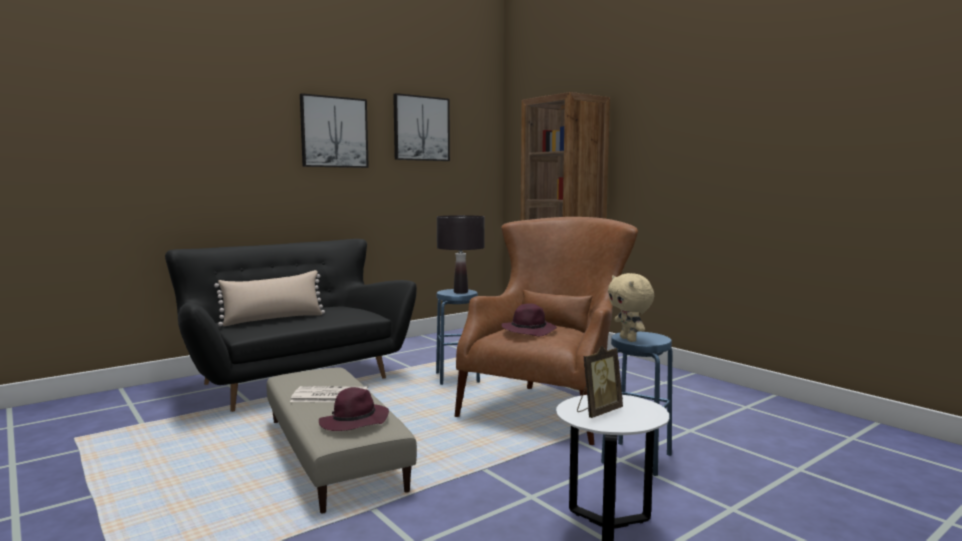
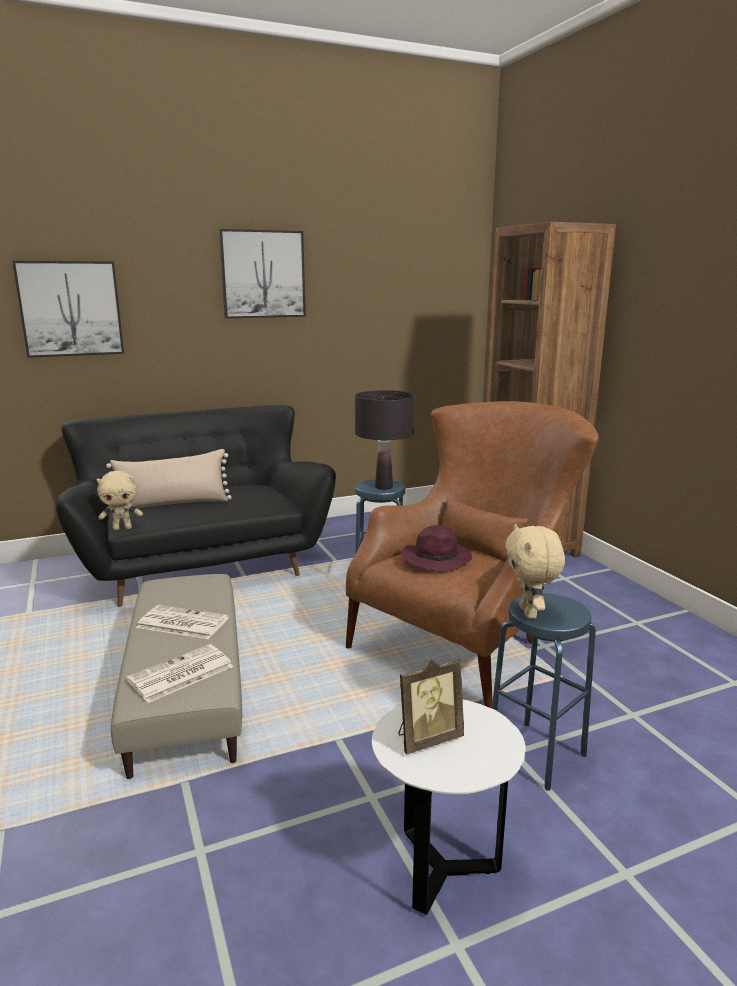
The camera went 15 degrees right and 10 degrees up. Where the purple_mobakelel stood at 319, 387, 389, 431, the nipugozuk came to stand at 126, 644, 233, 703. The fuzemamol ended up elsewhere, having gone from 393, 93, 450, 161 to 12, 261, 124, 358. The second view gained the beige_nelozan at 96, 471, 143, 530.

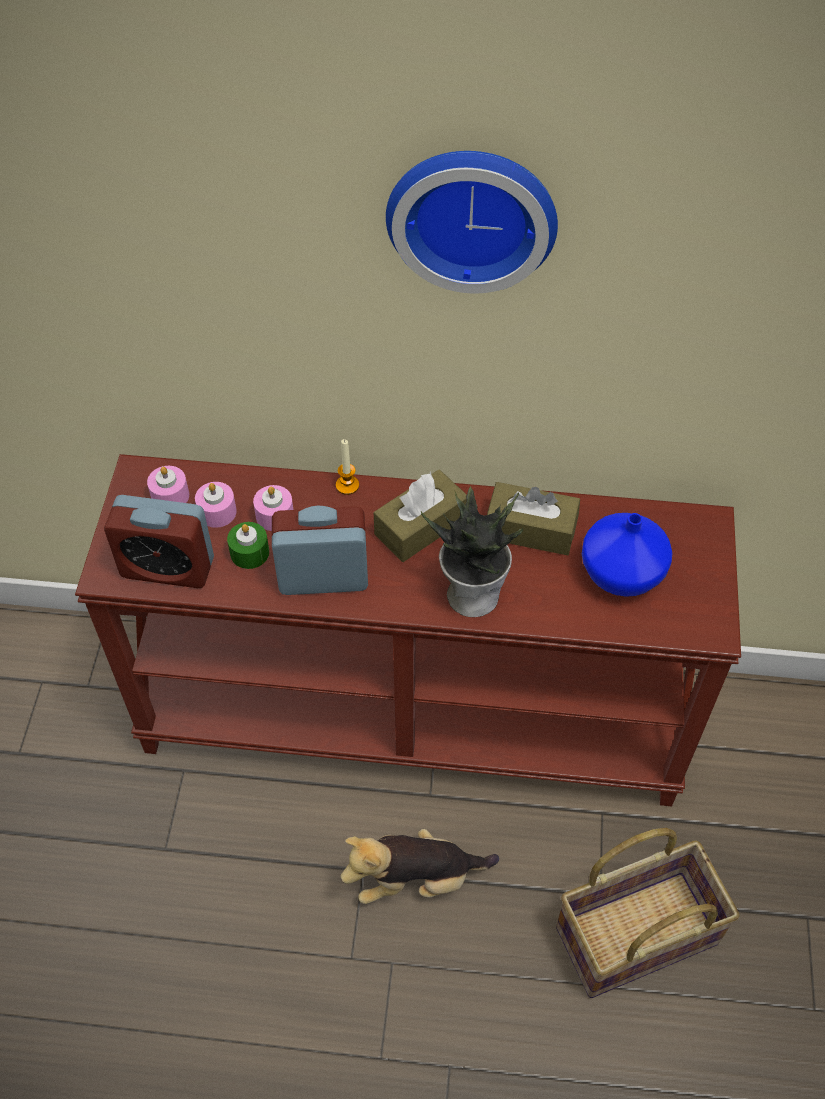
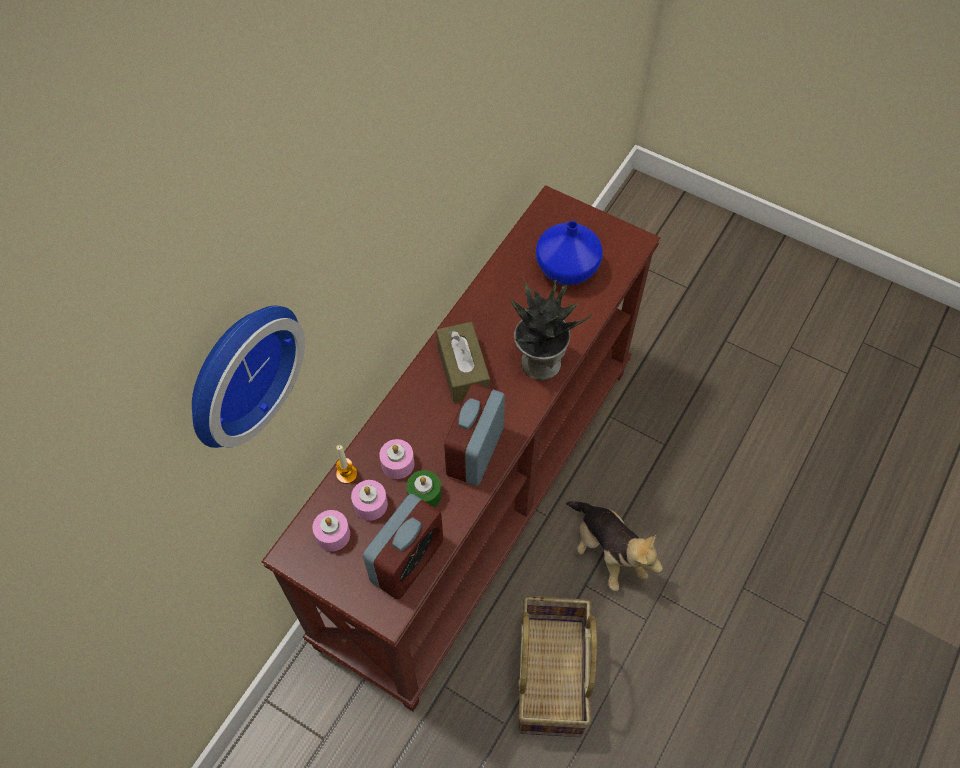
The camera went 65 degrees left and 5 degrees up. The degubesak ended up elsewhere, having gone from 336, 439, 359, 495 to 336, 445, 357, 484. The nelozan at 341, 829, 499, 904 ended up facing another way, 45 degrees counterclockwise from before. The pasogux ended up elsewhere, having gone from 386, 151, 558, 293 to 192, 306, 305, 448. The second view lost the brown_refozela at 487, 482, 580, 555. The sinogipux ended up elsewhere, having gone from 556, 828, 740, 998 to 519, 596, 597, 737.

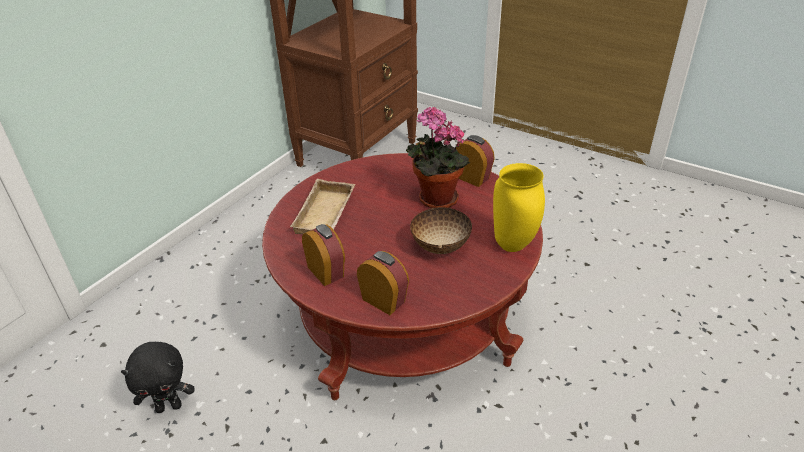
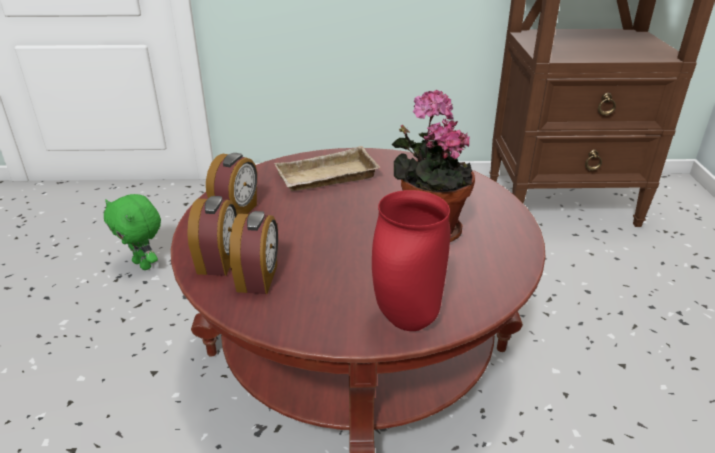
The camera went 55 degrees right and 5 degrees down. What was the black_nelozan at 121, 342, 194, 413 turned into the green_nelozan at 104, 194, 161, 270. The second view lost the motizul at 410, 207, 472, 254. The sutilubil ended up elsewhere, having gone from 456, 135, 495, 187 to 229, 211, 278, 294. What was the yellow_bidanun at 493, 163, 545, 252 turned into the red_bidanun at 372, 190, 451, 331.

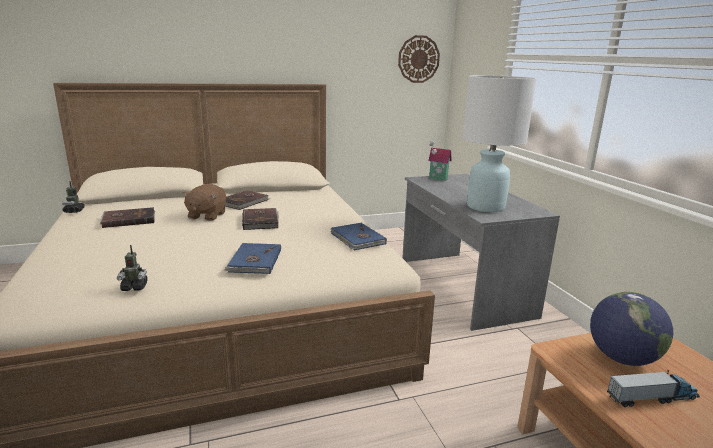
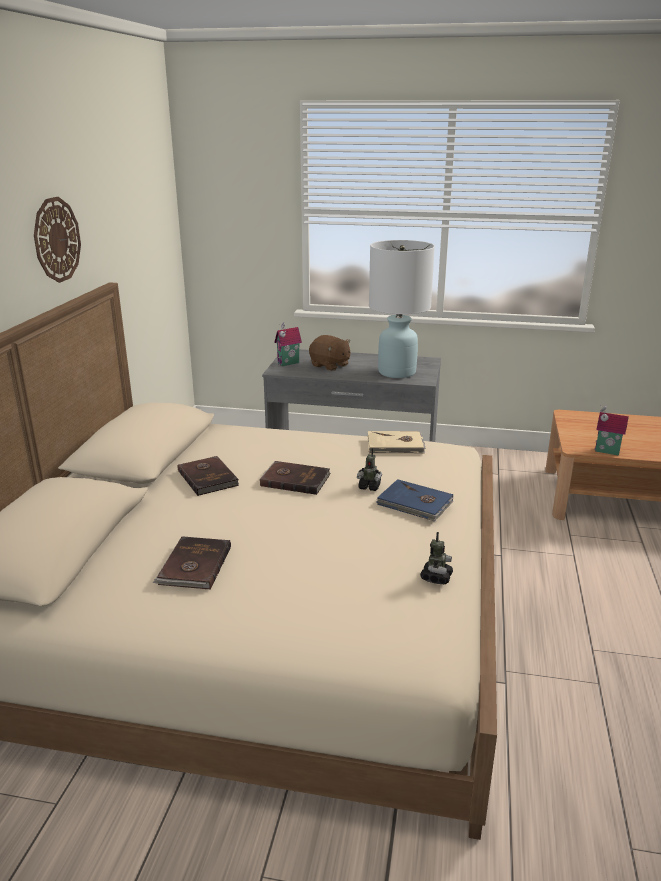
The camera went 60 degrees left and 5 degrees up. The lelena ended up elsewhere, having gone from 62, 181, 85, 213 to 357, 448, 382, 491. The brown_nelozan ended up elsewhere, having gone from 182, 184, 226, 221 to 309, 335, 350, 371. What was the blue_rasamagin at 330, 223, 387, 250 turned into the beige_rasamagin at 368, 431, 426, 454. The pasogux ended up elsewhere, having gone from 398, 35, 440, 83 to 34, 197, 81, 283. The second view lost the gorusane at 590, 292, 673, 366. The second view lost the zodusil at 607, 370, 700, 407. The second view gained the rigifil at 594, 405, 629, 456.

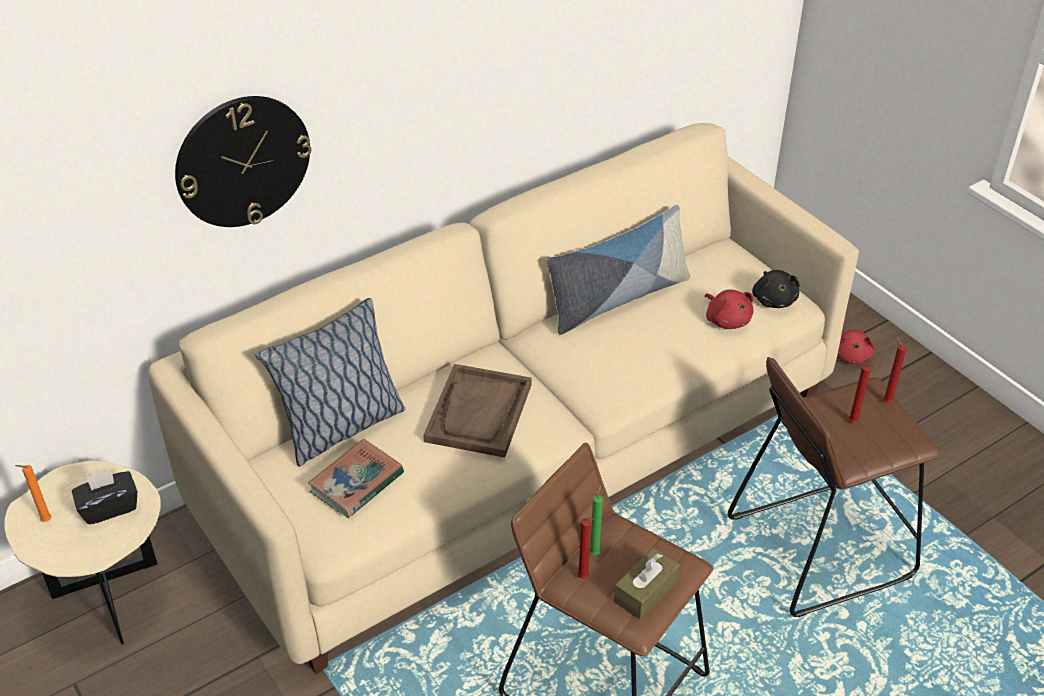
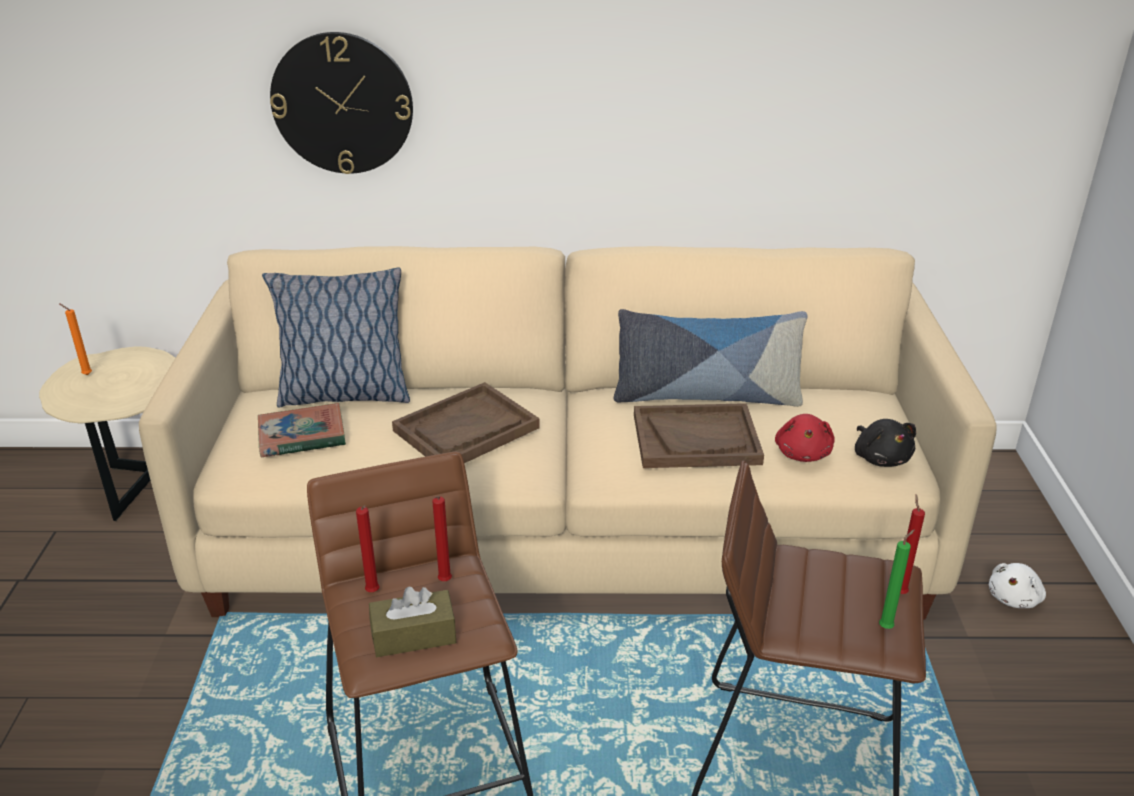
The camera went 35 degrees right and 10 degrees down. The second view lost the black_refozela at 72, 469, 137, 525. The green_degubesak ended up elsewhere, having gone from 590, 485, 603, 555 to 879, 529, 915, 629. The black_nelozan at 752, 270, 800, 308 ended up facing another way, 45 degrees counterclockwise from before. What was the red_nelozan at 837, 329, 874, 364 turned into the white_nelozan at 989, 563, 1046, 608. The red_degubesak ended up elsewhere, having gone from 848, 364, 874, 423 to 432, 496, 452, 581. The second view gained the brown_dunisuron at 634, 403, 764, 468.

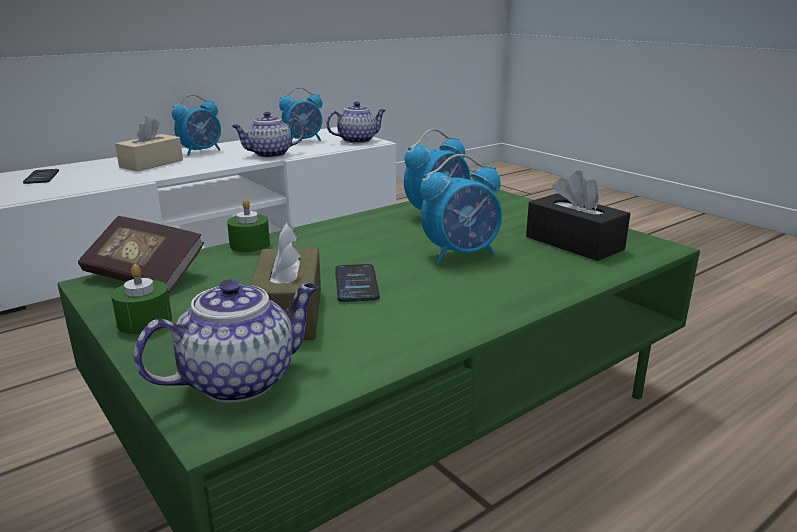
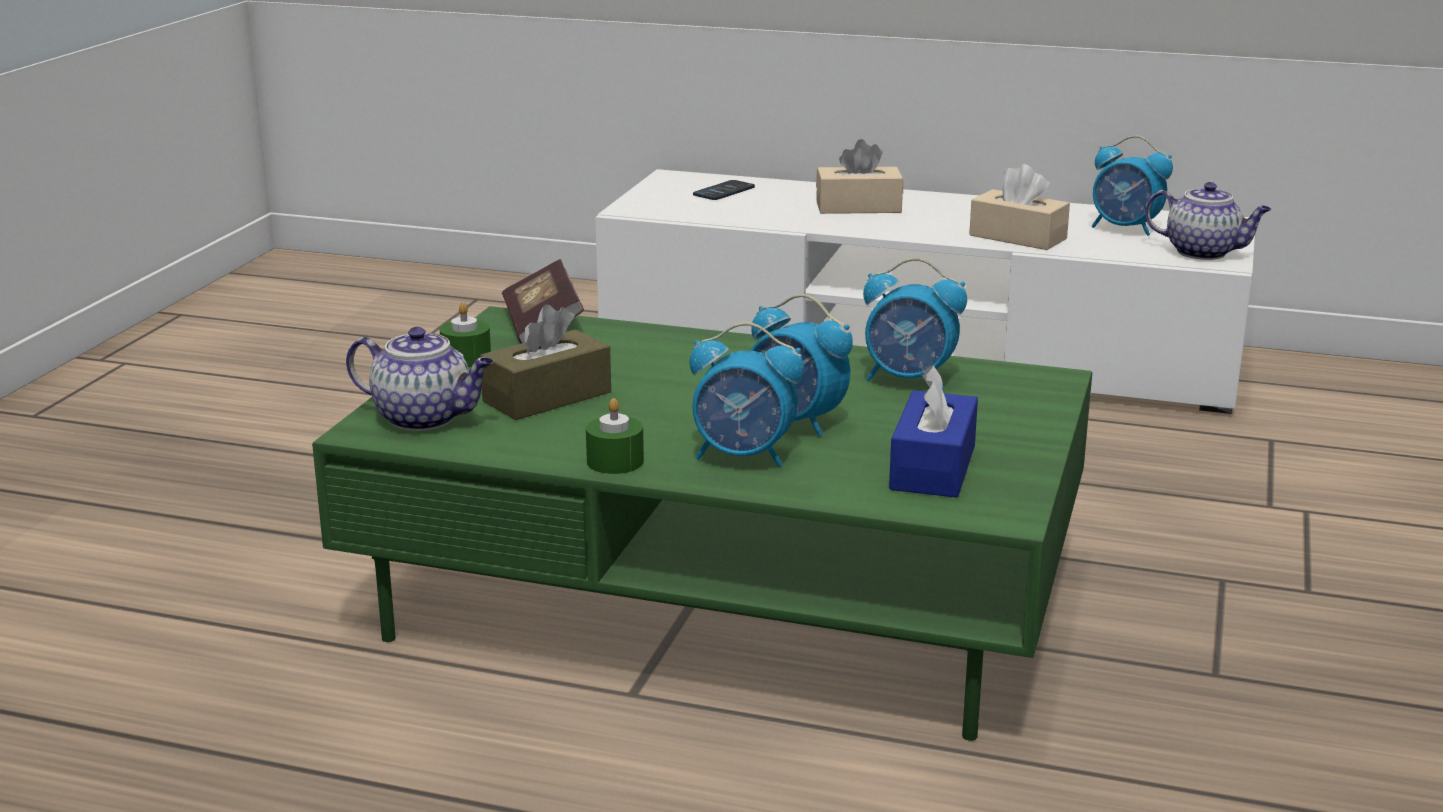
The camera went 55 degrees right and 0 degrees up. The sutilubil ended up elsewhere, having gone from 172, 94, 221, 156 to 689, 322, 804, 467. The green_degubesak ended up elsewhere, having gone from 227, 199, 270, 252 to 586, 398, 644, 474. Where the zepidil stood at 232, 112, 304, 158, the beige_refozela came to stand at 969, 164, 1070, 250. The second view lost the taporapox at 335, 264, 380, 302. What was the black_refozela at 526, 171, 630, 261 turned into the blue_refozela at 889, 365, 978, 498.

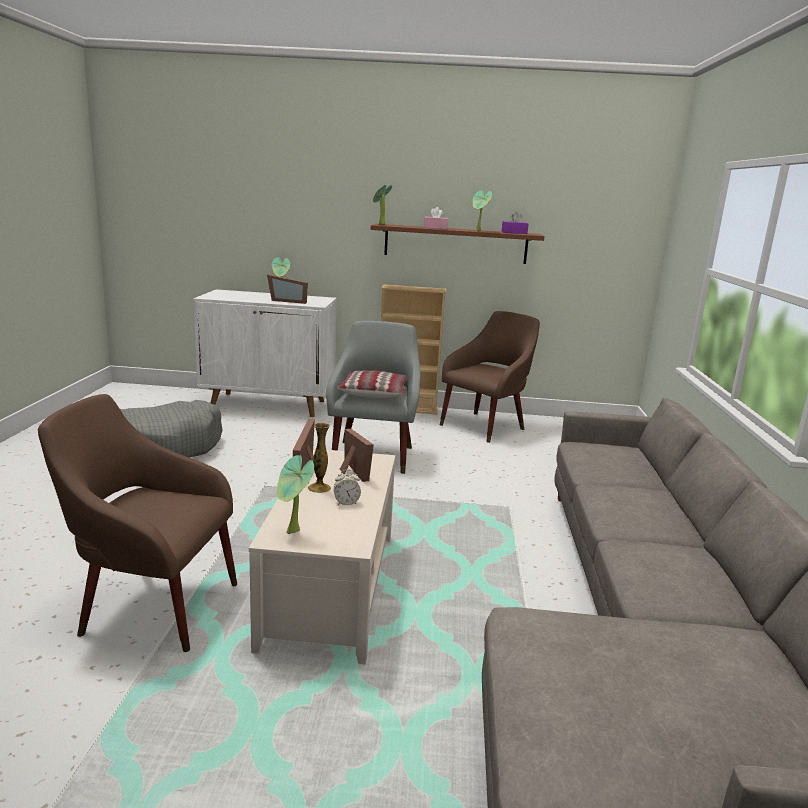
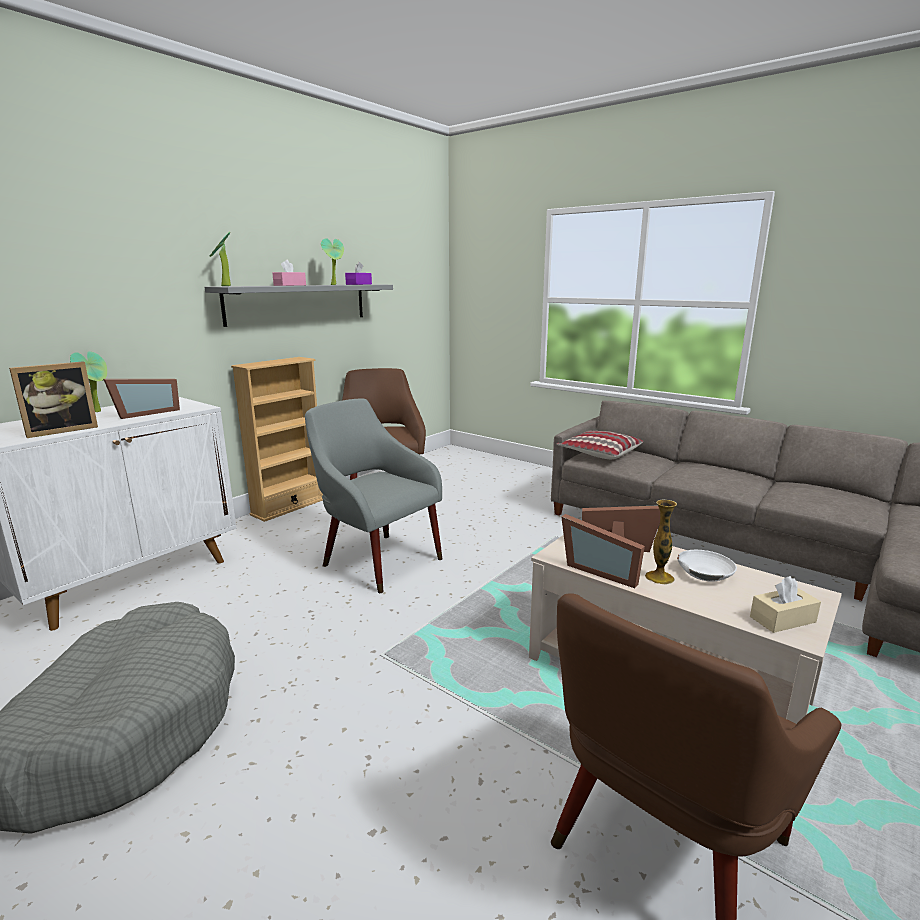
The camera went 55 degrees left and 0 degrees up. Where the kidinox stood at 277, 455, 314, 534, the beige_refozela came to stand at 750, 576, 821, 633. Where the sutilubil stood at 334, 470, 361, 505, the white_motizul came to stand at 677, 550, 737, 582. The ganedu ended up elsewhere, having gone from 337, 370, 407, 398 to 557, 431, 643, 459. What was the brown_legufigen at 371, 224, 545, 264 turned into the grey_legufigen at 205, 284, 393, 327. The second view gained the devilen at 9, 361, 98, 438.

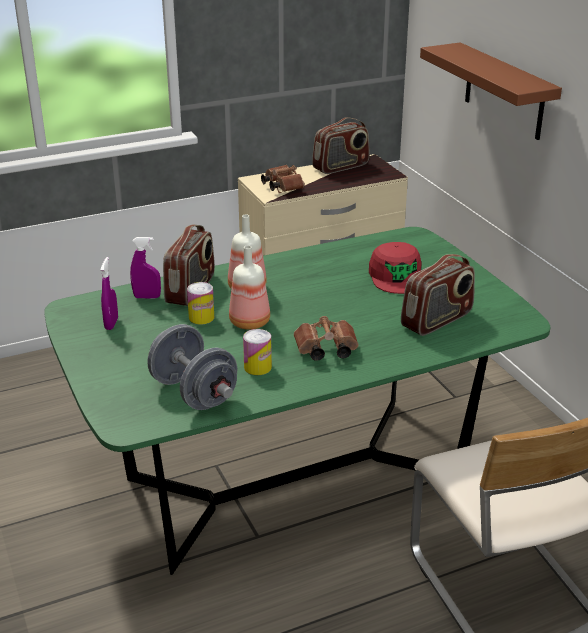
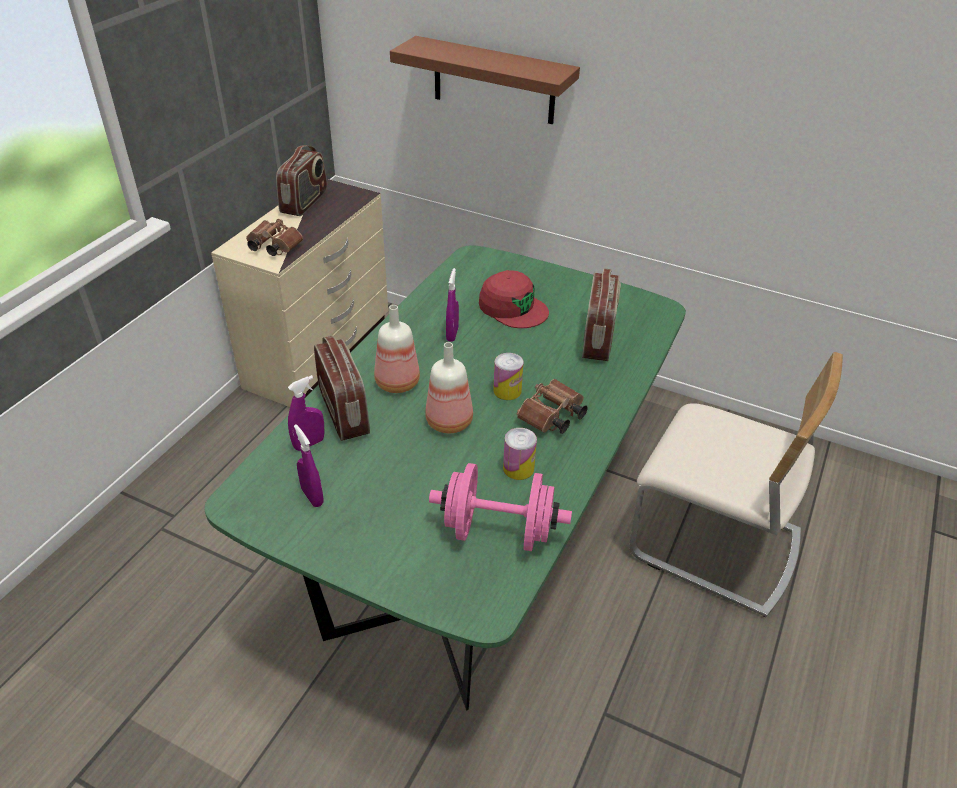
The camera went 40 degrees left and 10 degrees up. What was the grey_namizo at 147, 324, 237, 410 turned into the pink_namizo at 429, 463, 572, 551. The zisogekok ended up elsewhere, having gone from 187, 282, 214, 324 to 493, 353, 524, 400. The second view gained the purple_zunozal at 446, 268, 459, 342.

